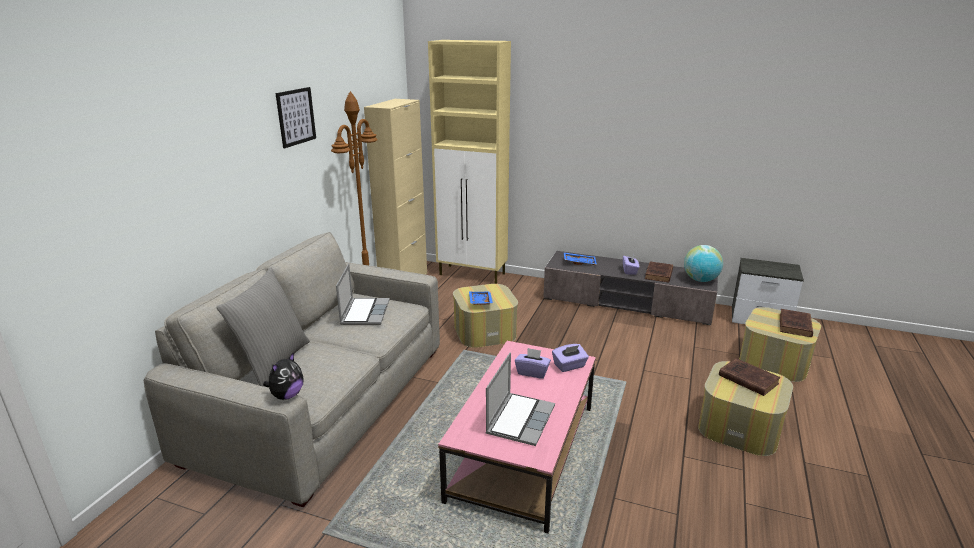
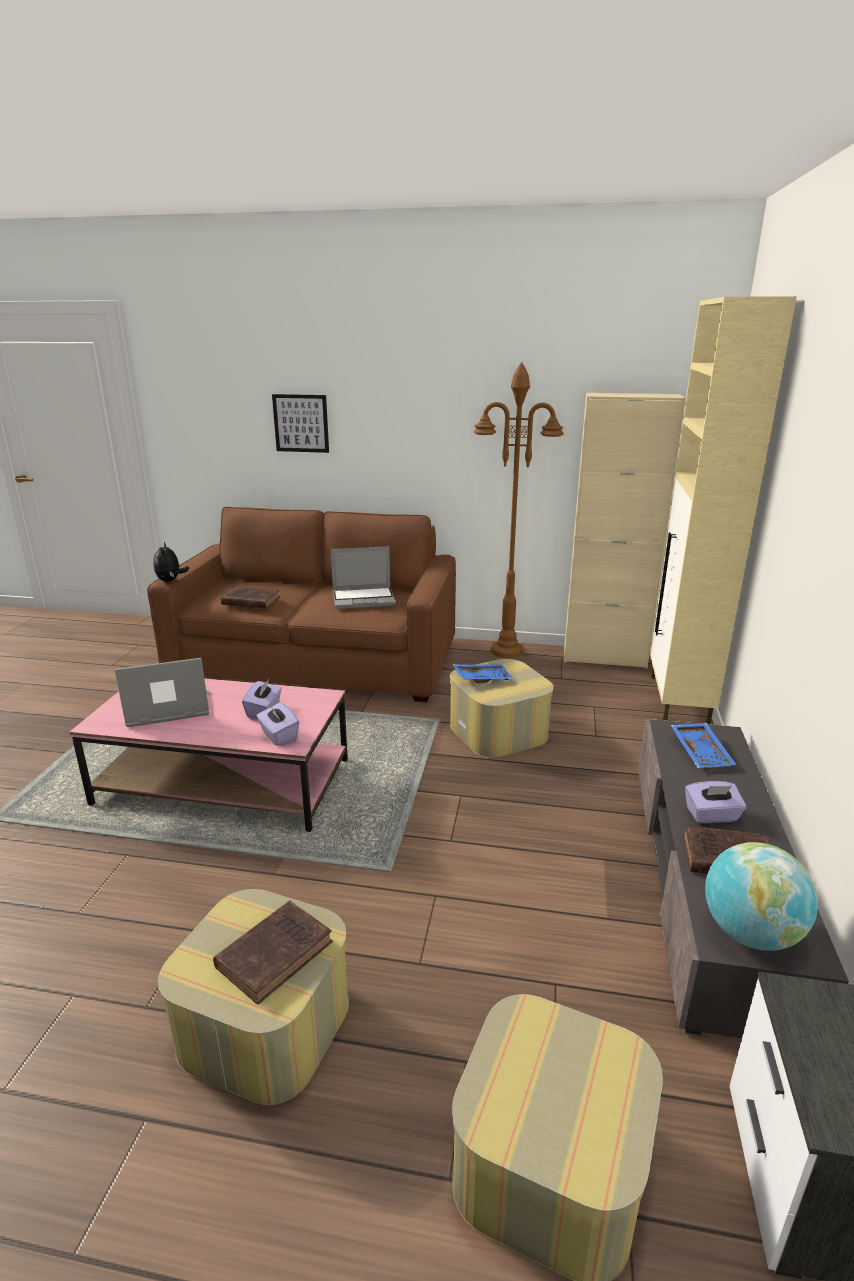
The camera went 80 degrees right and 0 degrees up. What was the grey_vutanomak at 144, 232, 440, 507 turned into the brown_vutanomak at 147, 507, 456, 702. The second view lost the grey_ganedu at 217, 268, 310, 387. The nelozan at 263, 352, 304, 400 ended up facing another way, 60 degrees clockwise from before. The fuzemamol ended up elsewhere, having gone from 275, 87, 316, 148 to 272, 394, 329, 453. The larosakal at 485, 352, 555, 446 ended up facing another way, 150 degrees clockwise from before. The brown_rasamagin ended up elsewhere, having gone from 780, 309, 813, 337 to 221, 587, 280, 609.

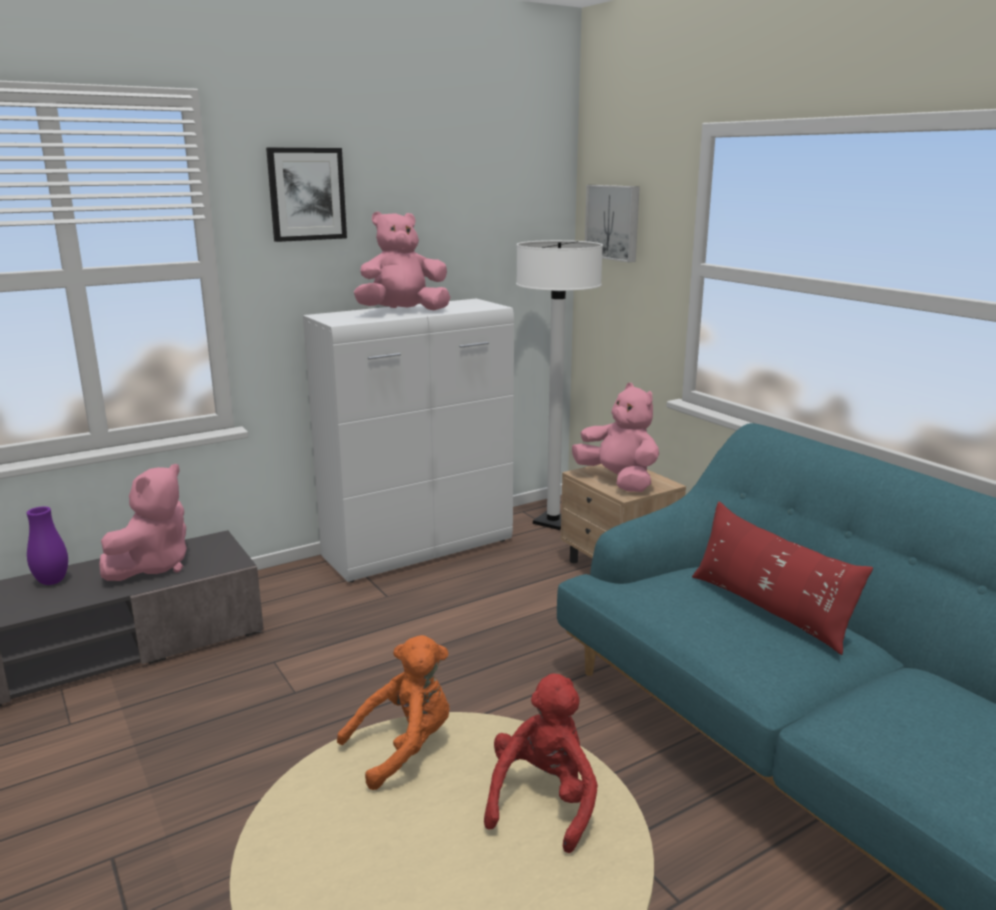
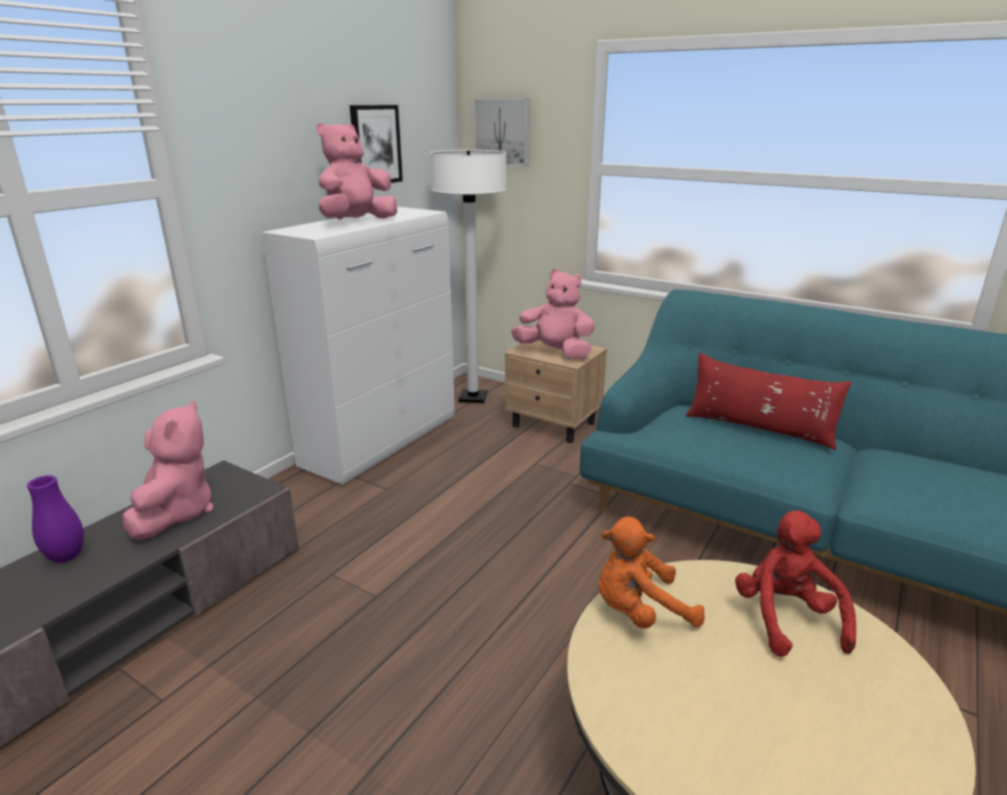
The camera went 25 degrees left and 5 degrees up. The fuzemamol ended up elsewhere, having gone from 266, 148, 347, 242 to 350, 105, 403, 183. The orange_nelozan at 337, 635, 449, 790 ended up facing another way, 135 degrees counterclockwise from before.

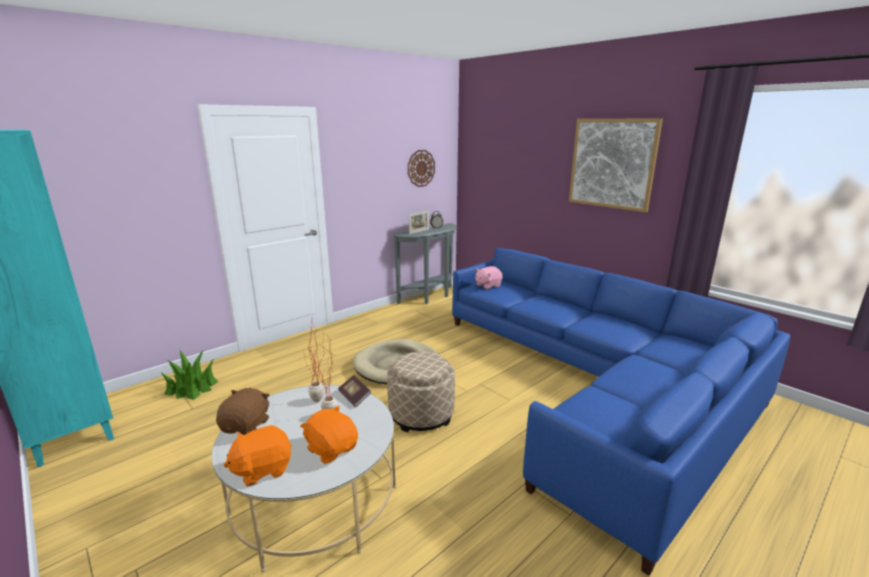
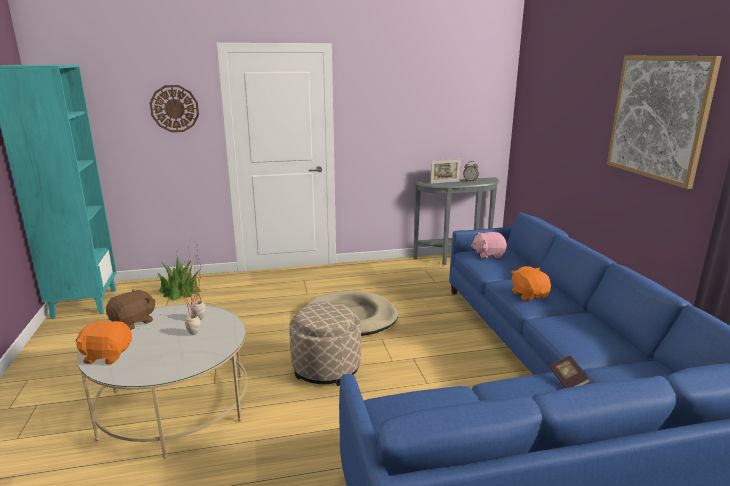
The camera went 30 degrees right and 0 degrees up. The orange_nelozan ended up elsewhere, having gone from 300, 406, 358, 464 to 511, 266, 551, 301. The rasamagin ended up elsewhere, having gone from 338, 375, 371, 407 to 549, 356, 591, 388. The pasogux ended up elsewhere, having gone from 408, 150, 435, 187 to 150, 85, 199, 132.

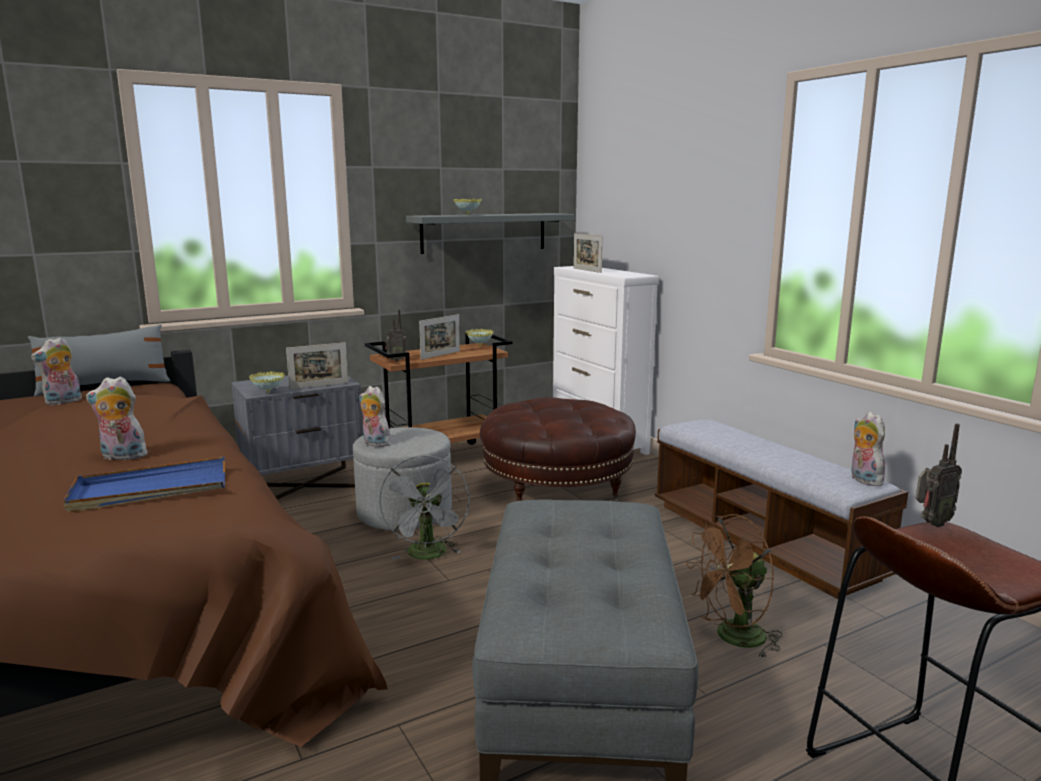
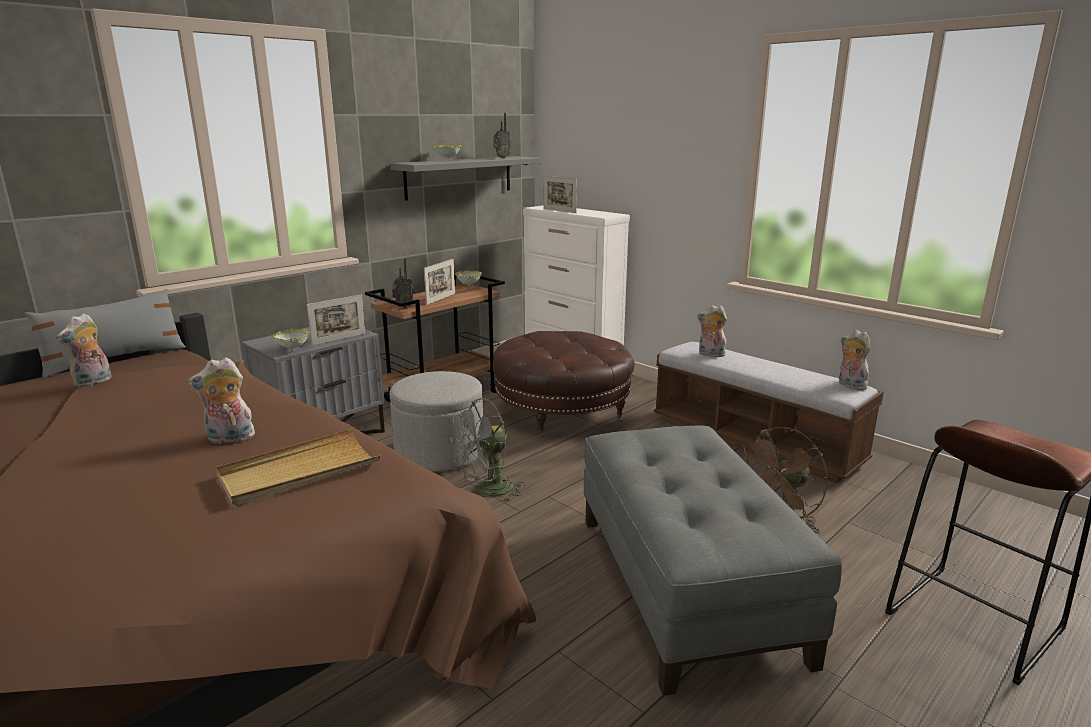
The camera went 15 degrees left and 5 degrees up. What was the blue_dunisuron at 64, 457, 225, 512 turned into the beige_dunisuron at 216, 428, 380, 507. The nelozan ended up elsewhere, having gone from 359, 386, 391, 447 to 697, 305, 727, 357. The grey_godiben at 379, 455, 470, 560 ended up facing another way, 75 degrees clockwise from before. The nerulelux ended up elsewhere, having gone from 916, 423, 962, 527 to 493, 113, 511, 158.

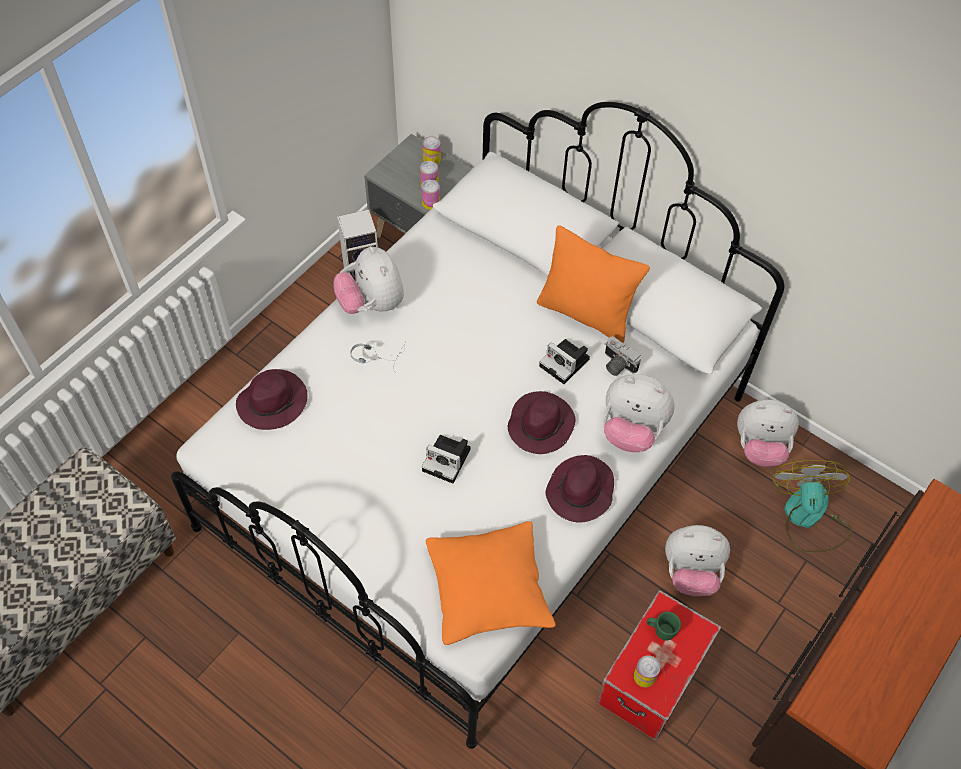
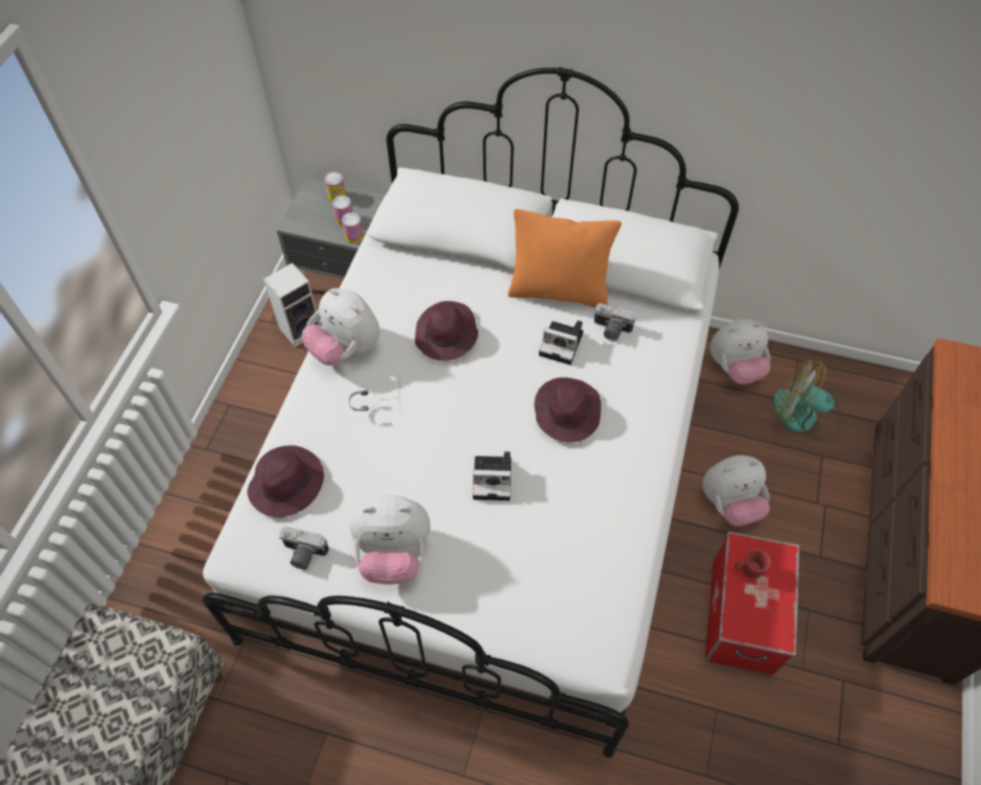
The camera went 20 degrees left and 0 degrees up. The second view lost the orange_ganedu at 426, 521, 556, 645. The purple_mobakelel ended up elsewhere, having gone from 546, 455, 614, 523 to 415, 301, 478, 361. The nelozan ended up elsewhere, having gone from 603, 374, 675, 452 to 350, 495, 430, 584. The second view lost the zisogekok at 633, 655, 660, 687. What was the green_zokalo at 647, 612, 681, 640 turned into the red_zokalo at 735, 549, 771, 578. The godiben at 772, 460, 853, 553 ended up facing another way, 45 degrees counterclockwise from before. The second view gained the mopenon at 279, 527, 329, 569.

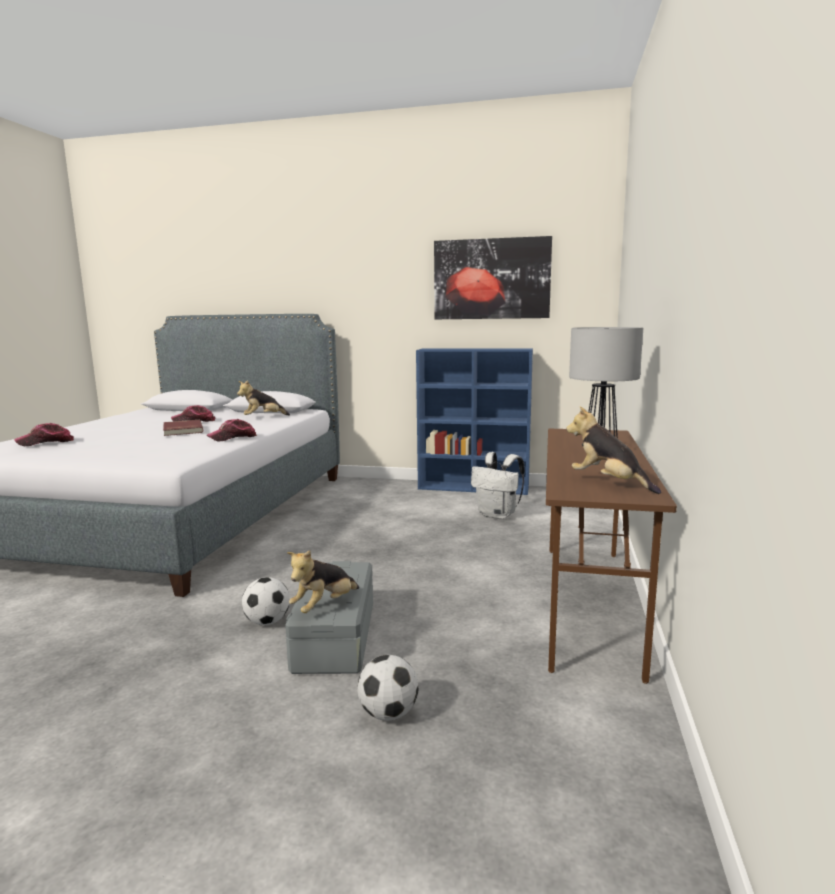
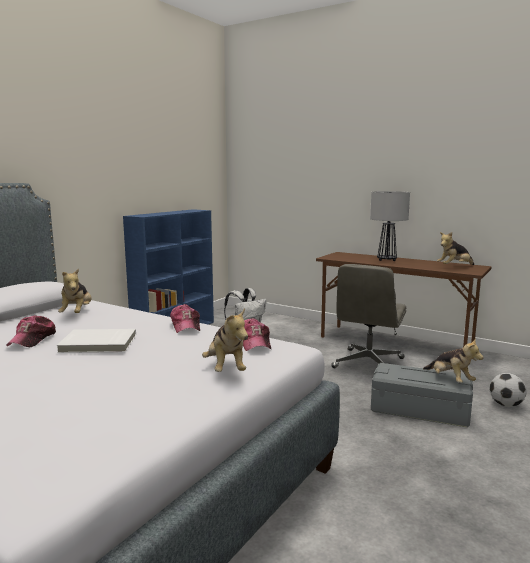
The camera went 70 degrees left and 0 degrees up. The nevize ended up elsewhere, having gone from 14, 423, 74, 446 to 243, 318, 271, 351. What was the red_rasamagin at 163, 420, 203, 436 turned into the white_rasamagin at 57, 329, 136, 353. The second view lost the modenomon at 242, 577, 290, 625. The second view lost the fuzemamol at 434, 236, 552, 319. The second view gained the nelozan at 202, 308, 248, 372. The second view gained the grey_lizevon at 331, 264, 406, 368.

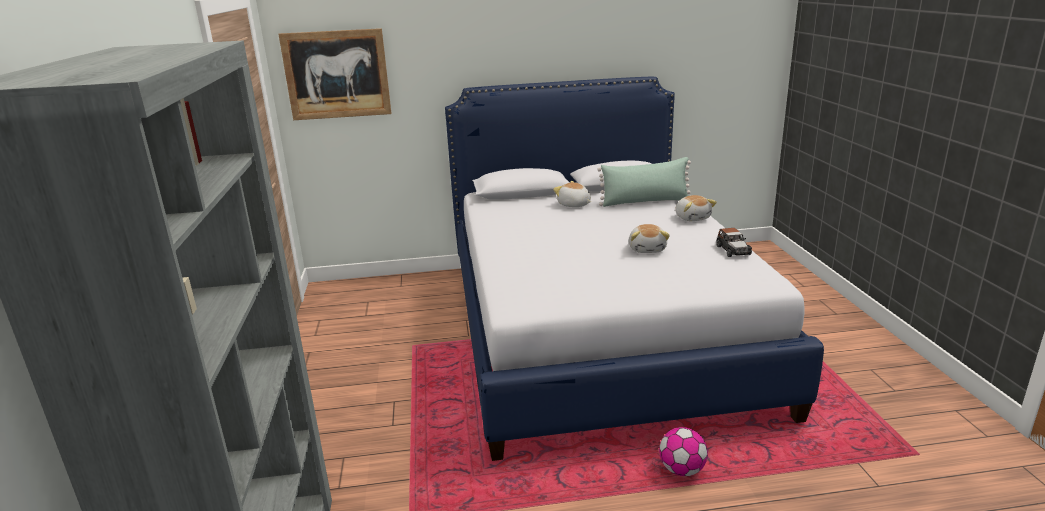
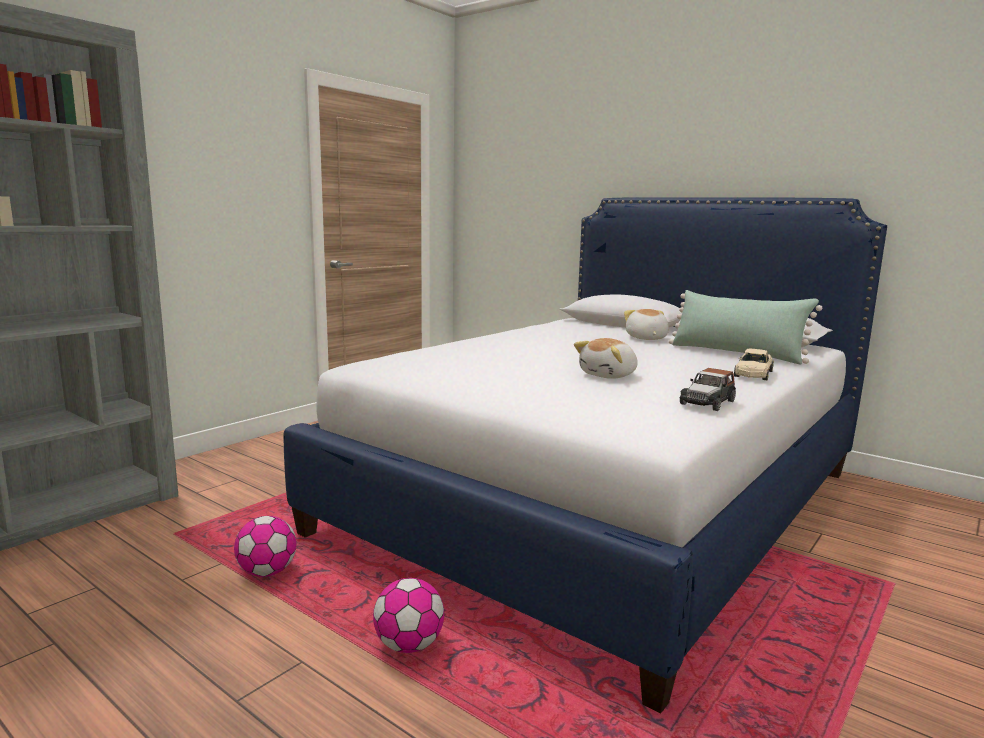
The camera went 45 degrees right and 10 degrees down. The second view lost the fuzemamol at 278, 28, 392, 120. Where the nelozan stood at 675, 195, 717, 221, the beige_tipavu came to stand at 734, 349, 774, 380. The second view gained the modenomon at 234, 516, 297, 577.

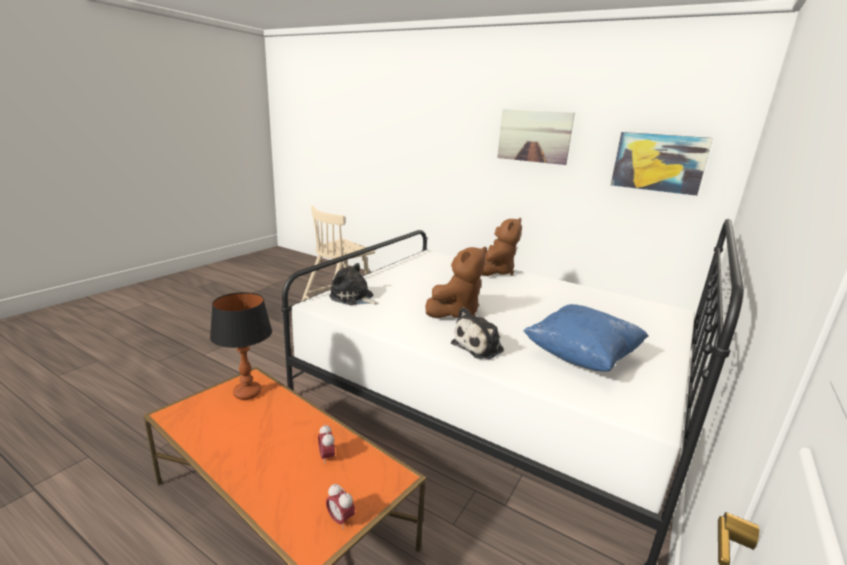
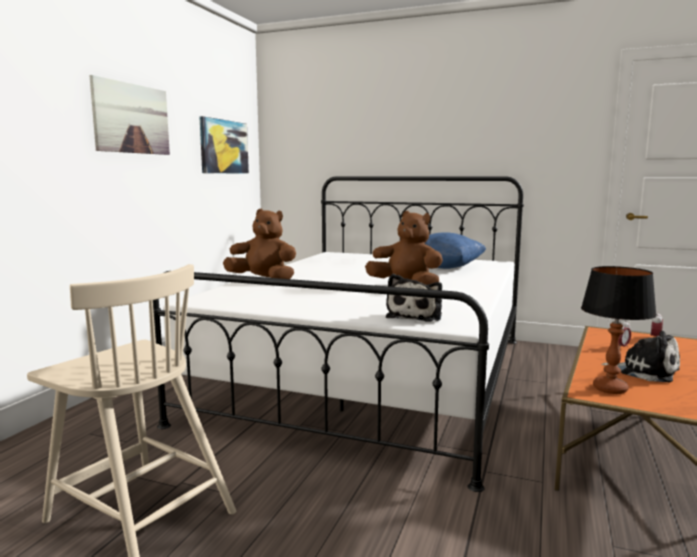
The camera went 100 degrees left and 10 degrees down. The nelozan ended up elsewhere, having gone from 451, 307, 504, 359 to 601, 331, 680, 383.

